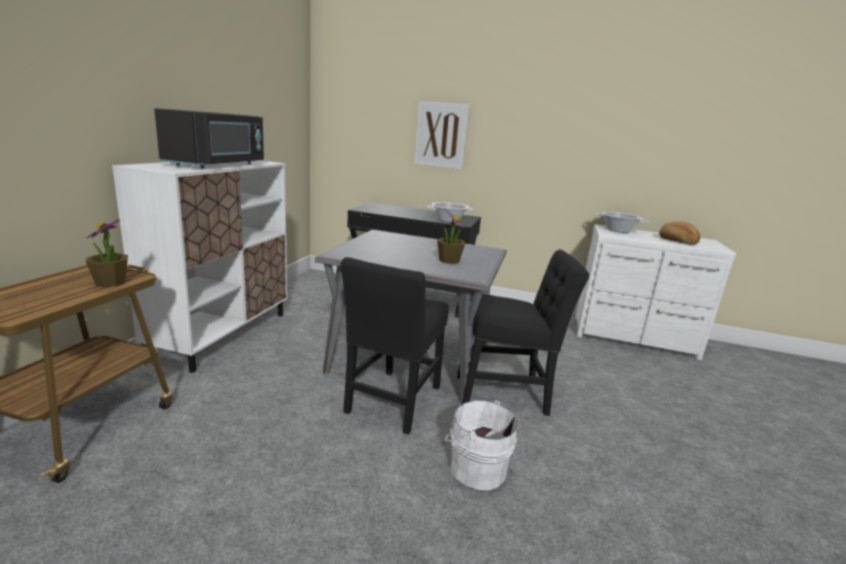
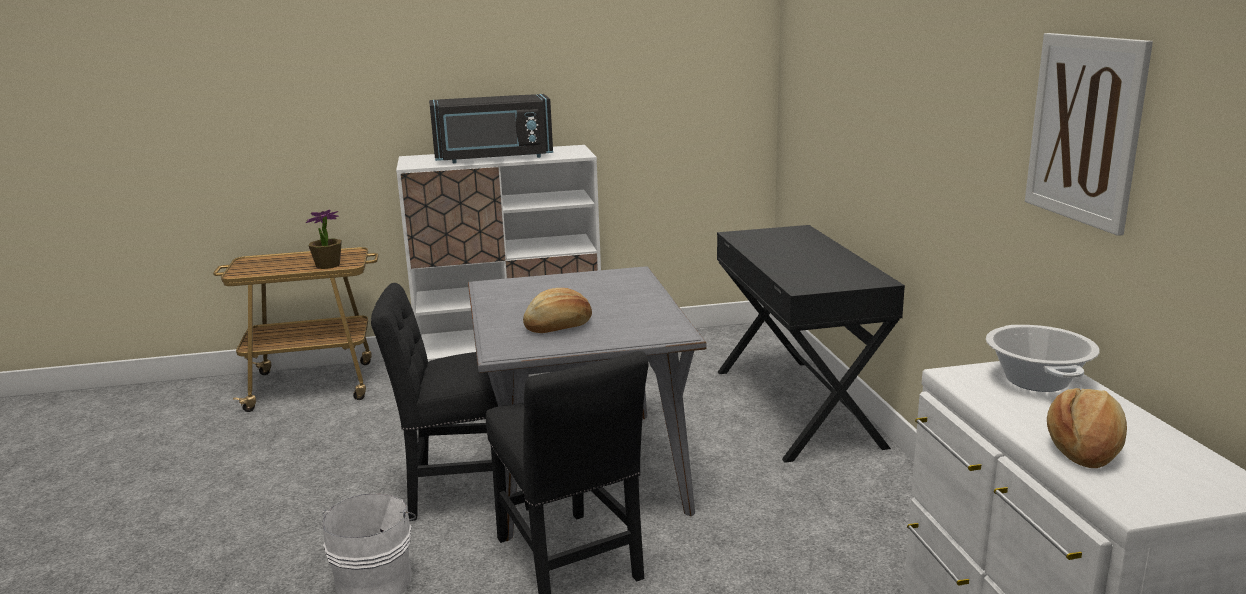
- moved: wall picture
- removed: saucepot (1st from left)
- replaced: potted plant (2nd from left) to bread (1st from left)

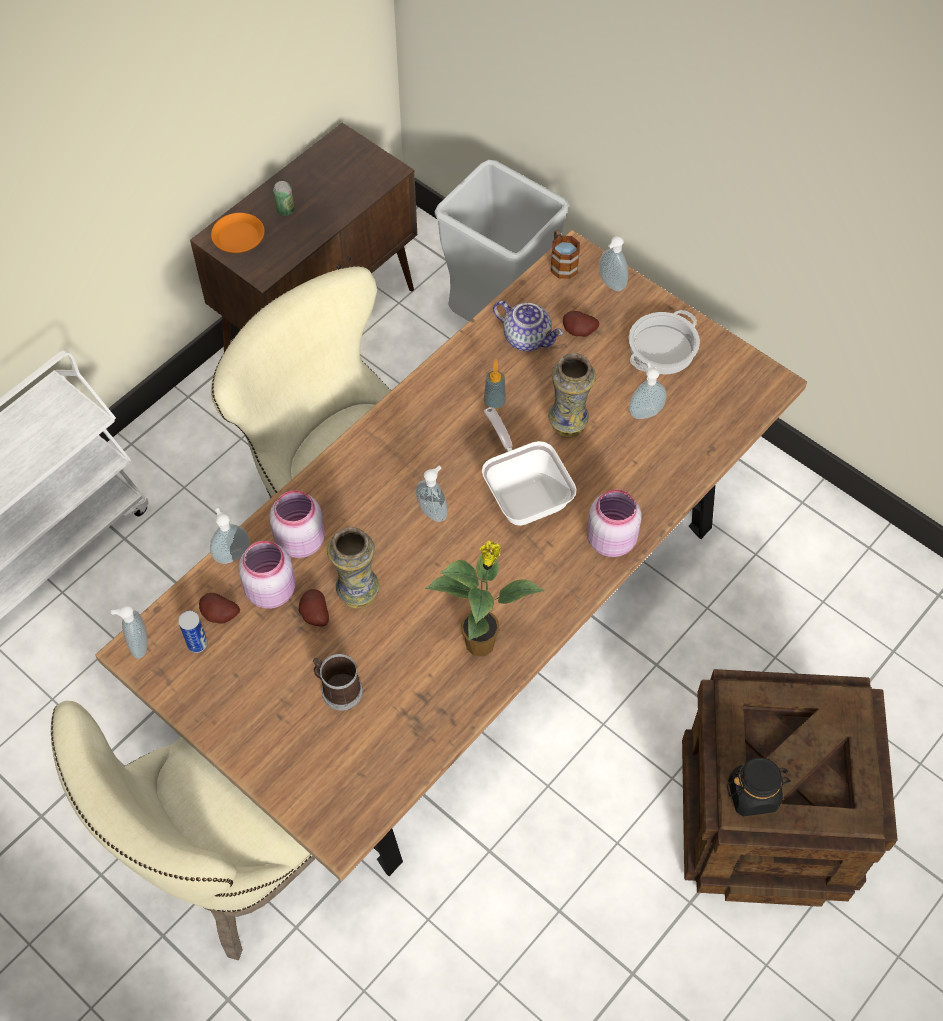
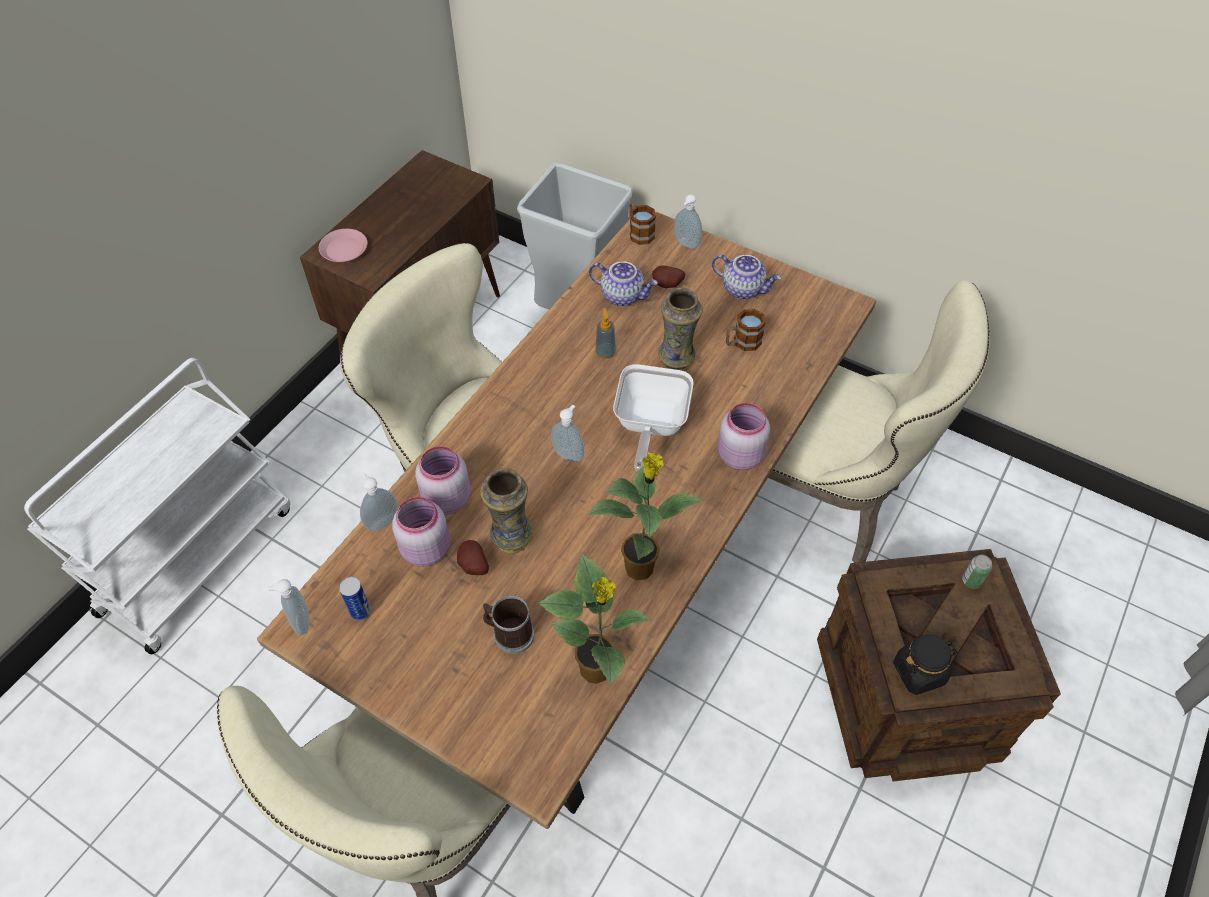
- removed: potato (1st from left)
- recoloured: orange-coloured plate to pinkish plate
- moved: sealed can (2nd from left)
- turned: pan 135 degrees counterclockwise
- replaced: saucepot to tea pot (2nd from left)
- replaced: soap bottle (6th from left) to coffee mug (3rd from left)
- added: potted plant (1st from left)
- added: beige chair (3rd from left)

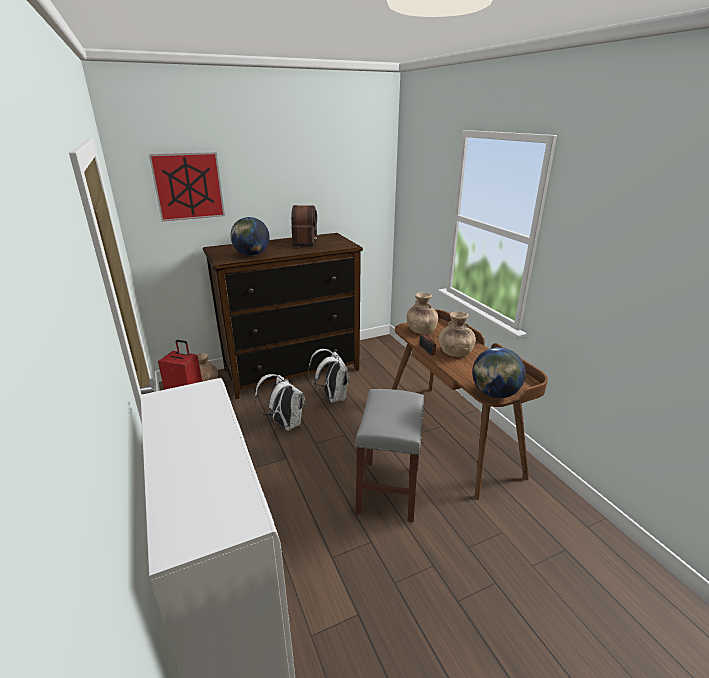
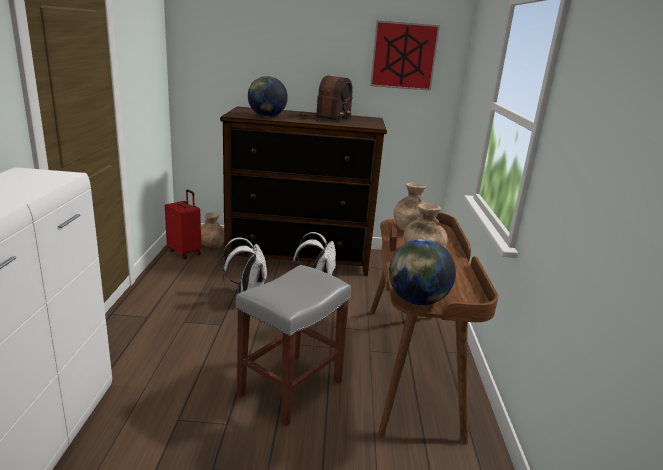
- moved: wall picture

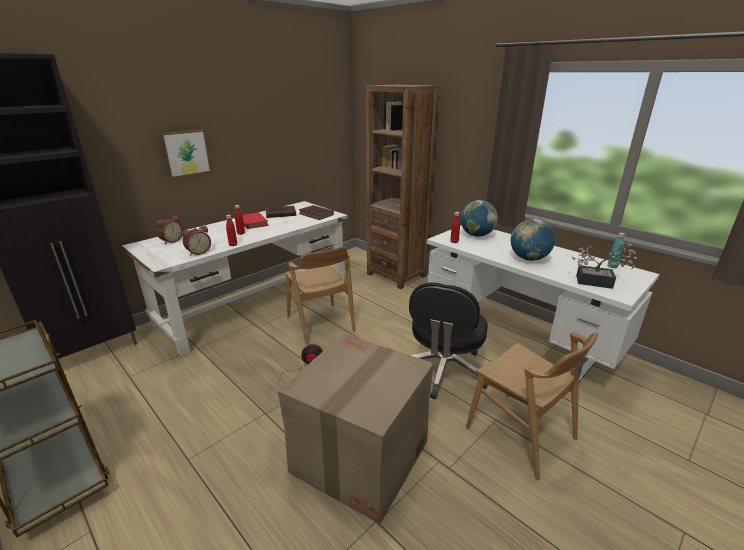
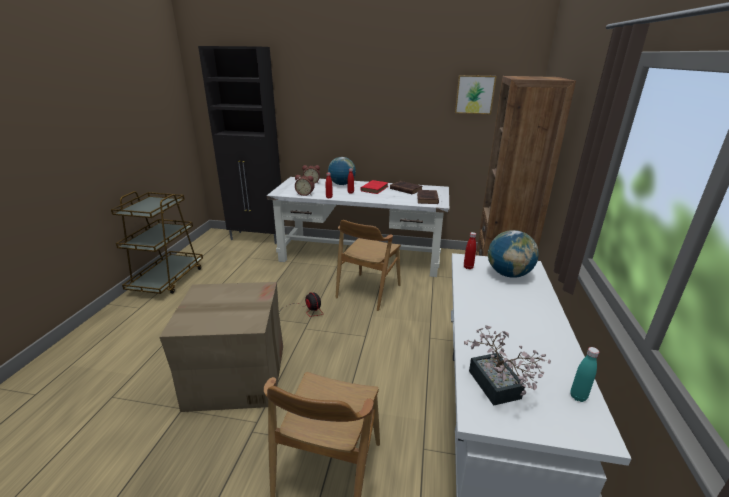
- moved: wall picture
- removed: black desk chair
- moved: globe (2nd from left in the first image) to globe (1st from left)

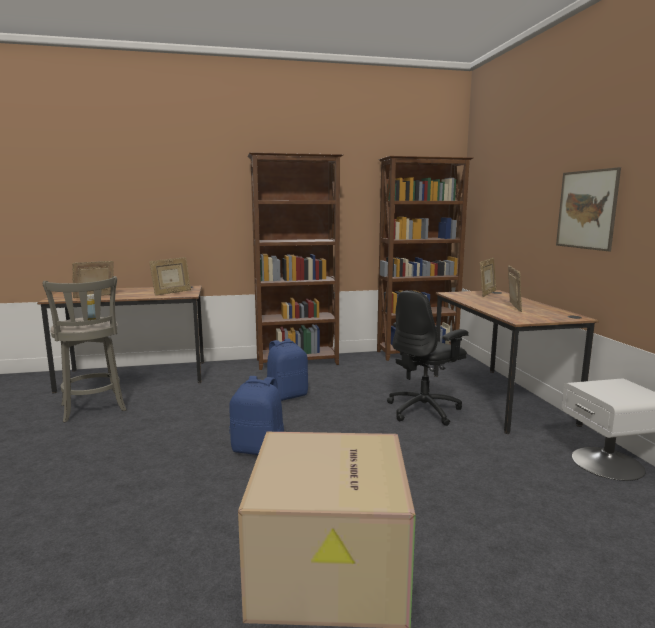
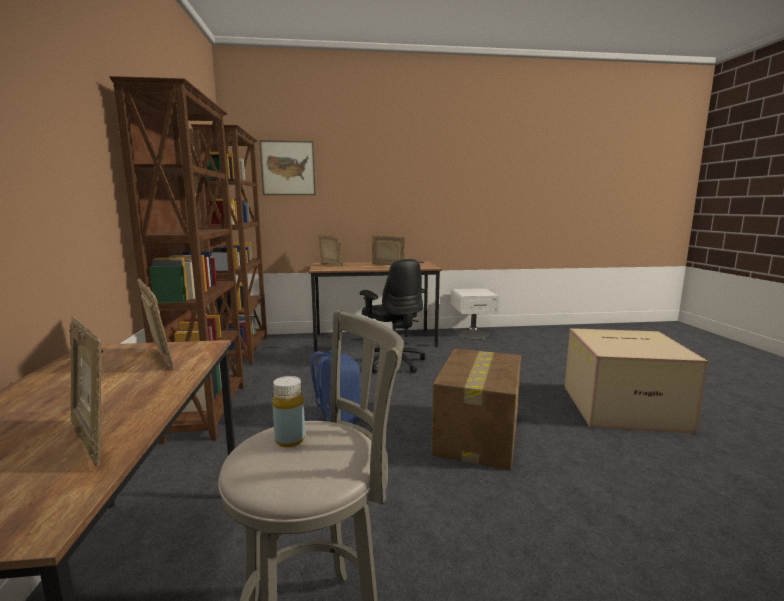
- replaced: blue knapsack (1st from left) to carton (1st from left)
- moved: wall picture

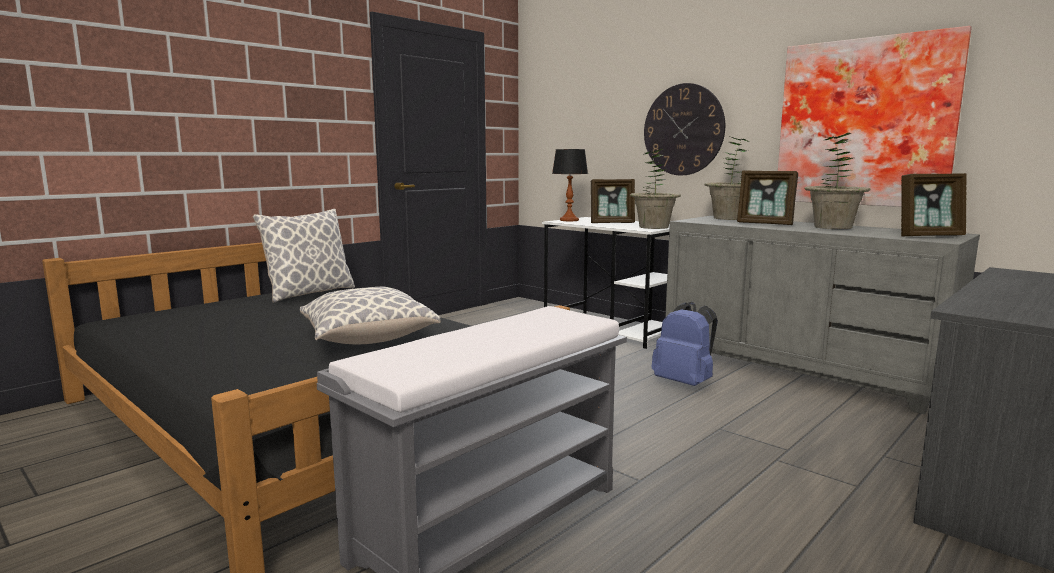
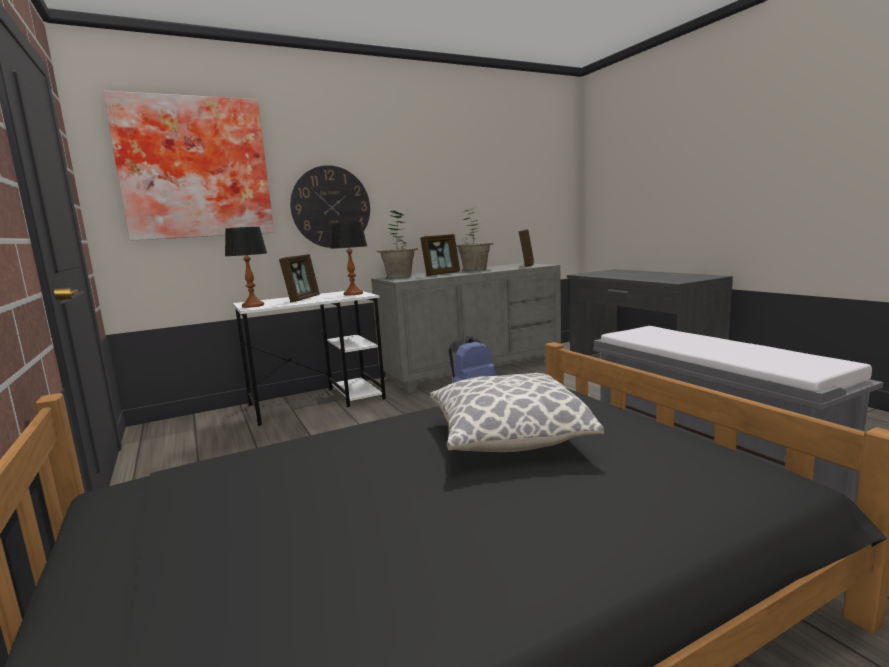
- removed: pillow (1st from left)
- replaced: potted plant (1st from left) to tabletop lamp (2nd from left)
- moved: wall picture

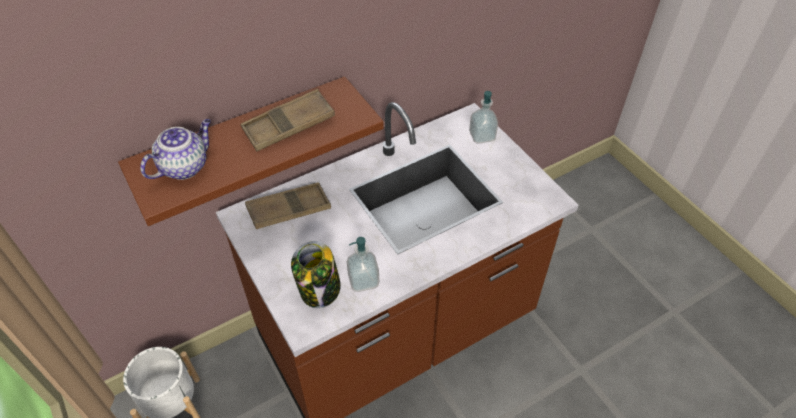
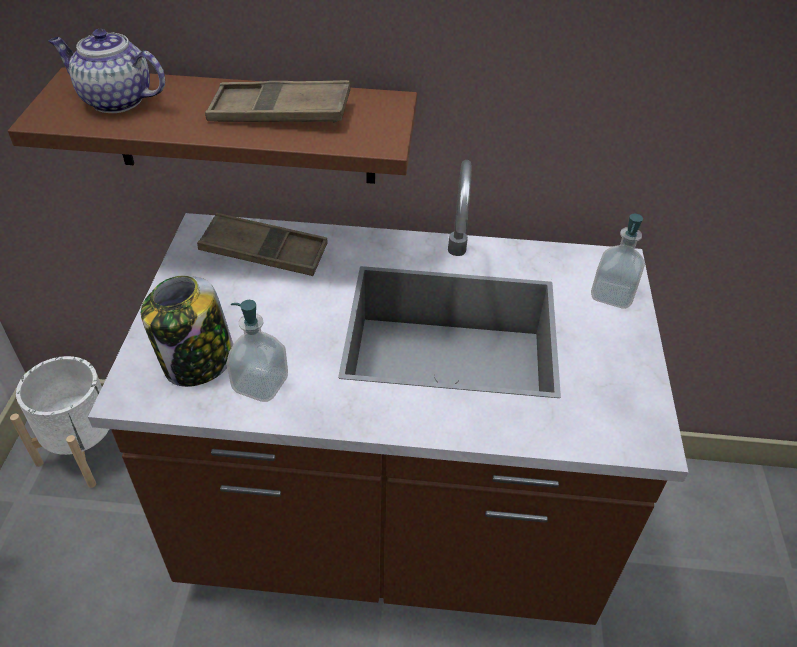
- turned: tea pot 150 degrees counterclockwise

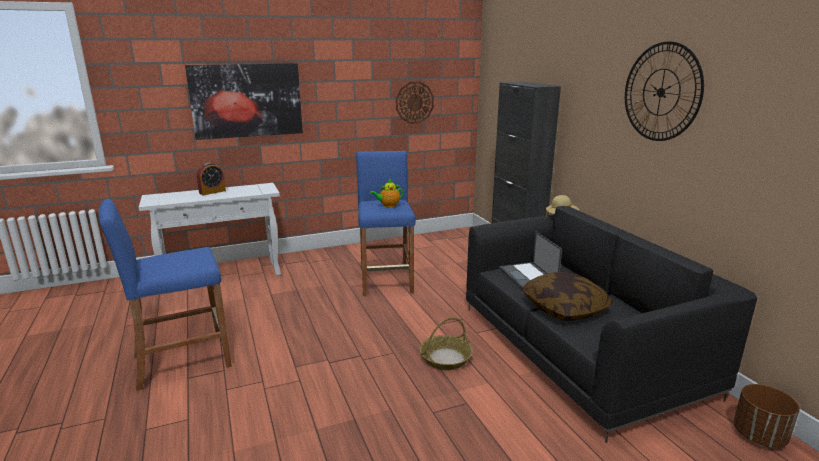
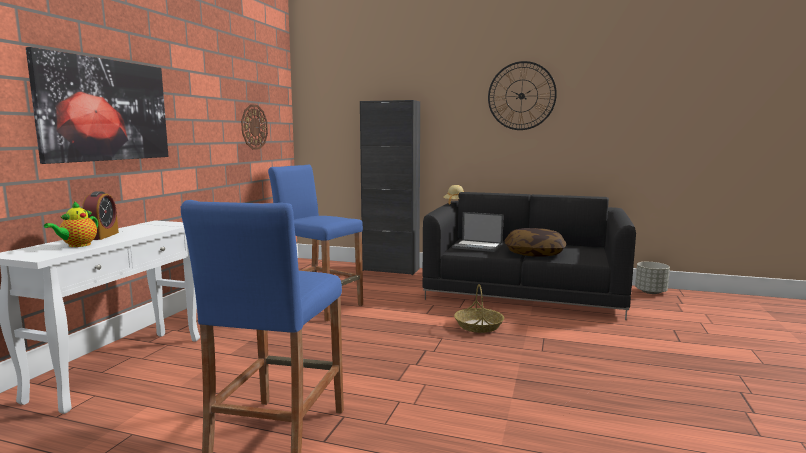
- moved: tea pot
- recoloured: brown planter to gray planter

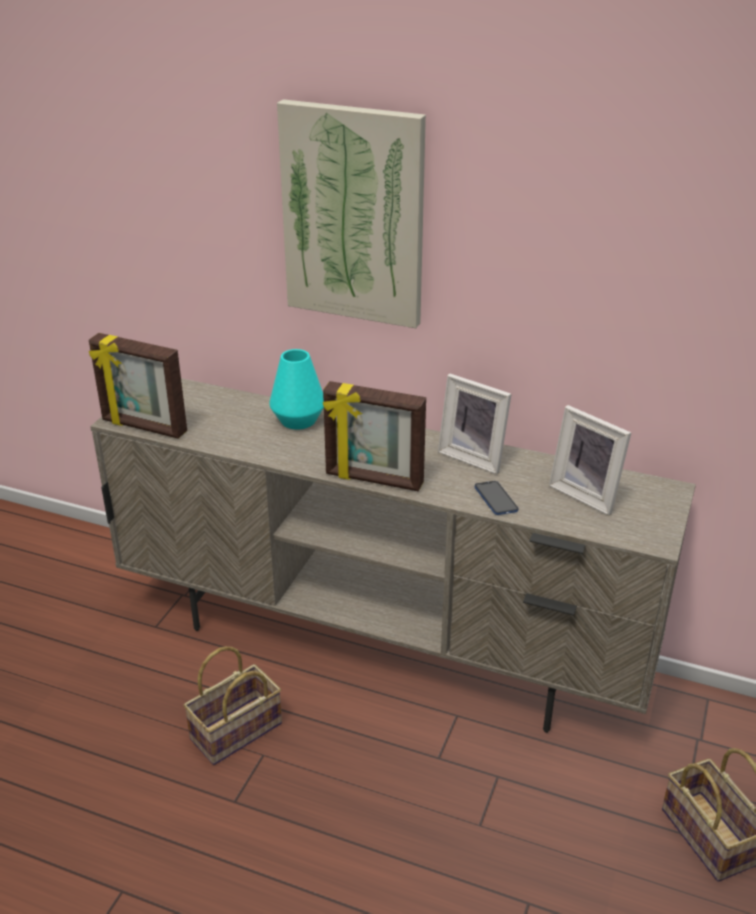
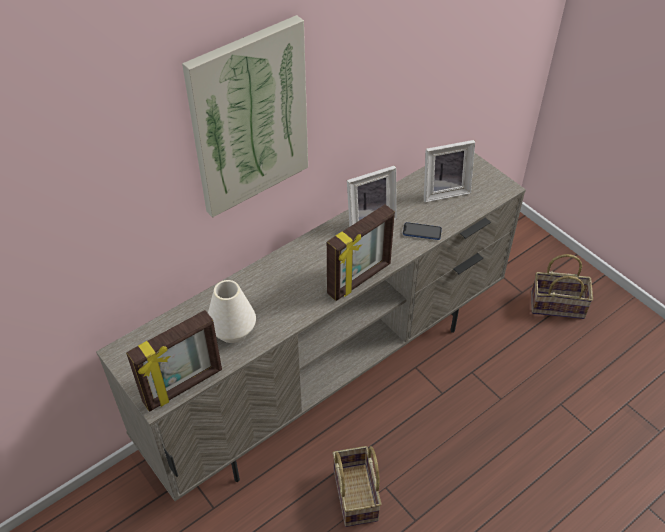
- removed: blue-green vase
- added: whitish vase

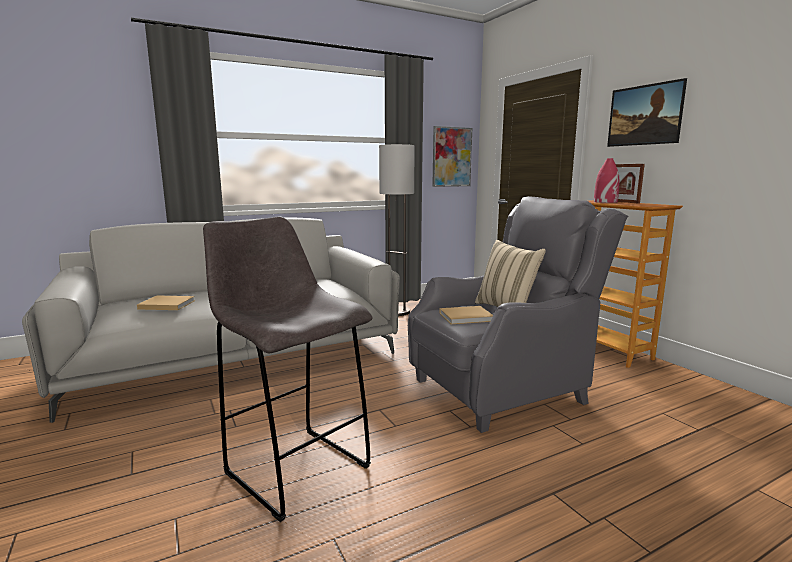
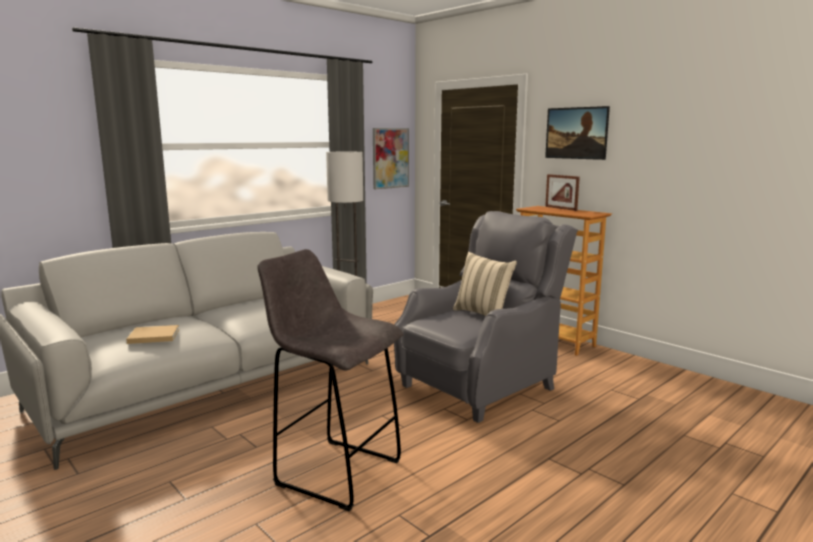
- removed: beige book (2nd from left)
- removed: reddish vase

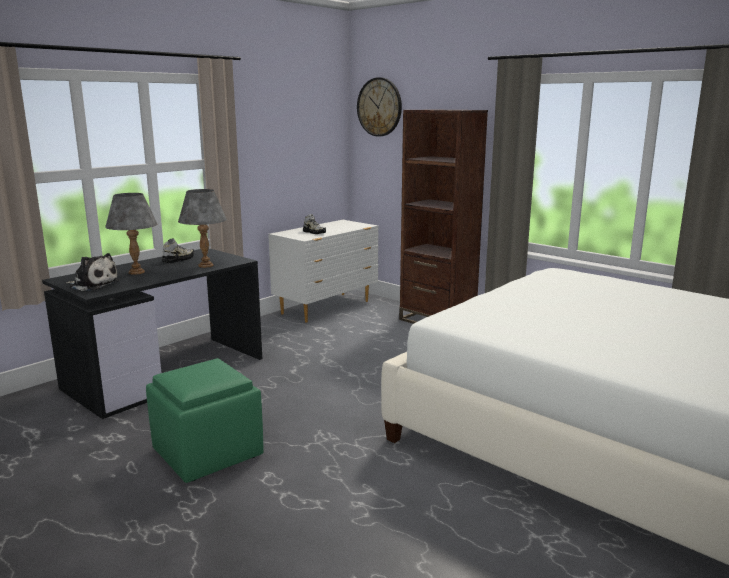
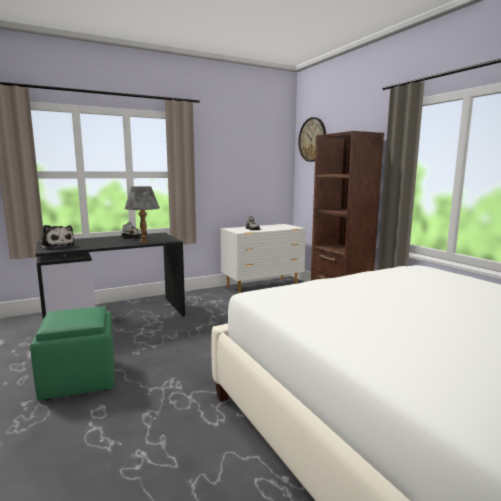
- removed: gray tabletop lamp (1st from left)

